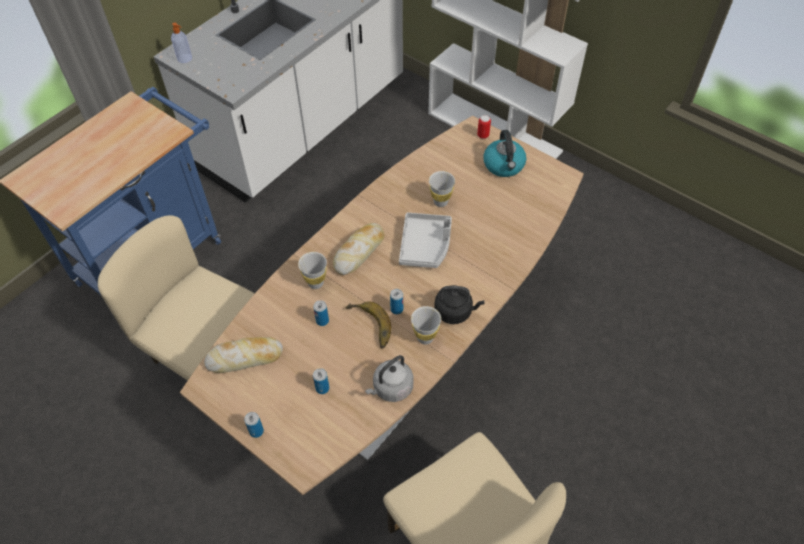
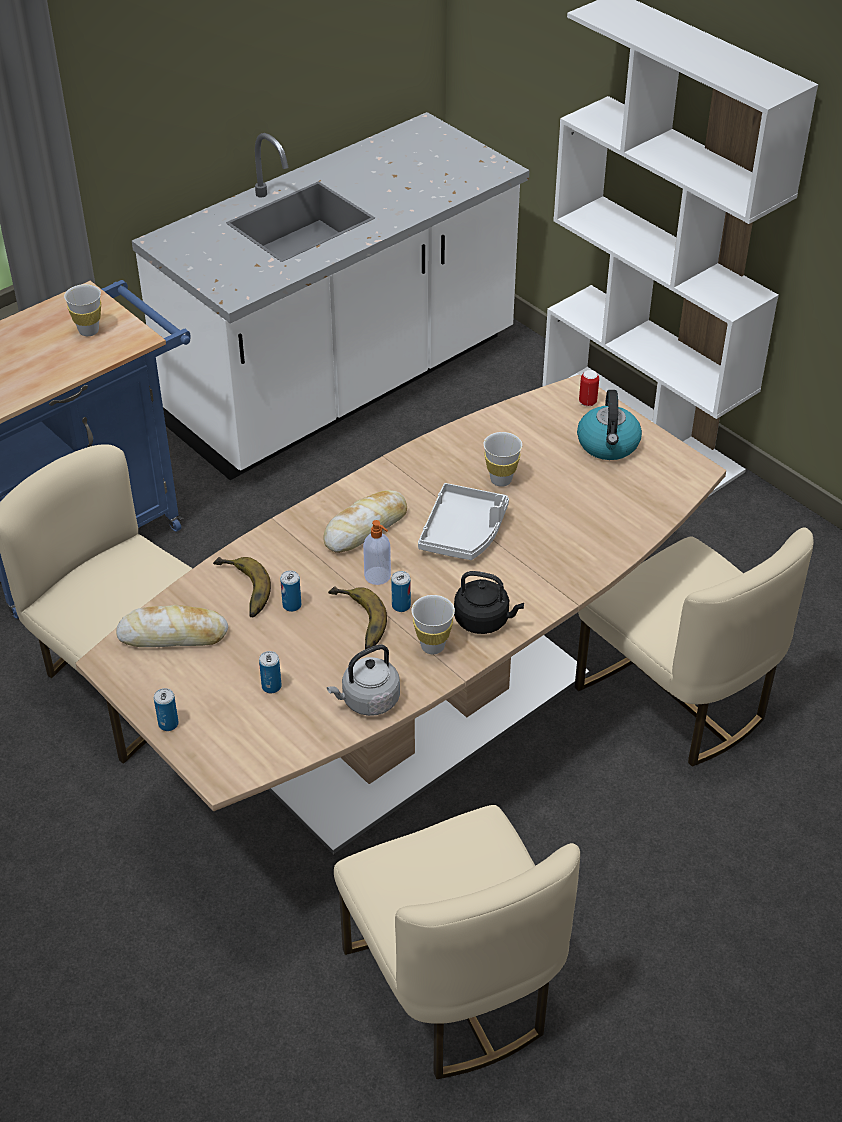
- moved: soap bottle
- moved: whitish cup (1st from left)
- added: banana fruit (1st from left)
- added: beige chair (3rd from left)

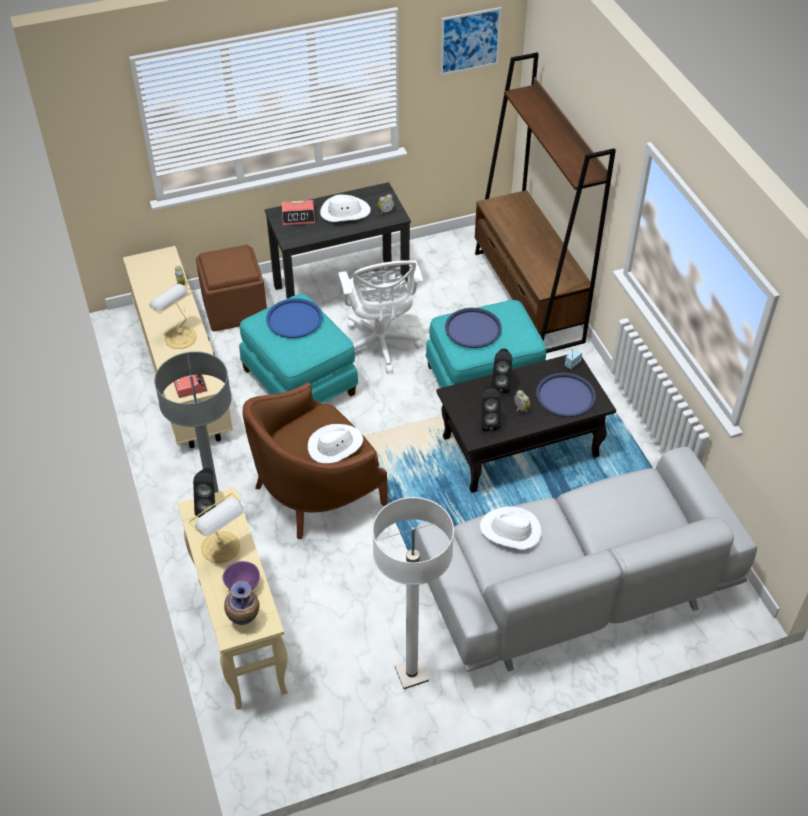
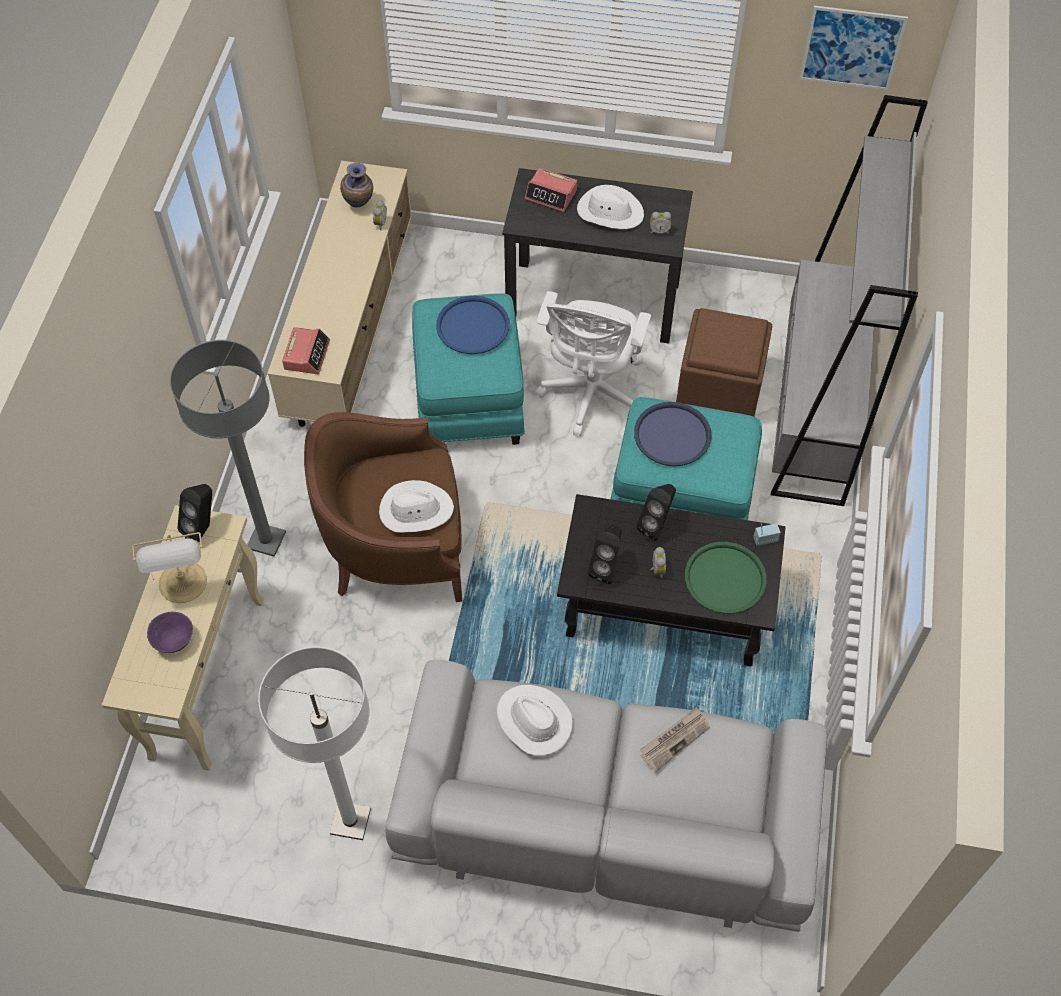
- removed: tabletop lamp (1st from left)
- moved: brown footrest
- moved: vase
- recoloured: brown bookshelf to gray bookshelf
- recoloured: blue tray (3rd from left) to greenish tray
- added: daily paper

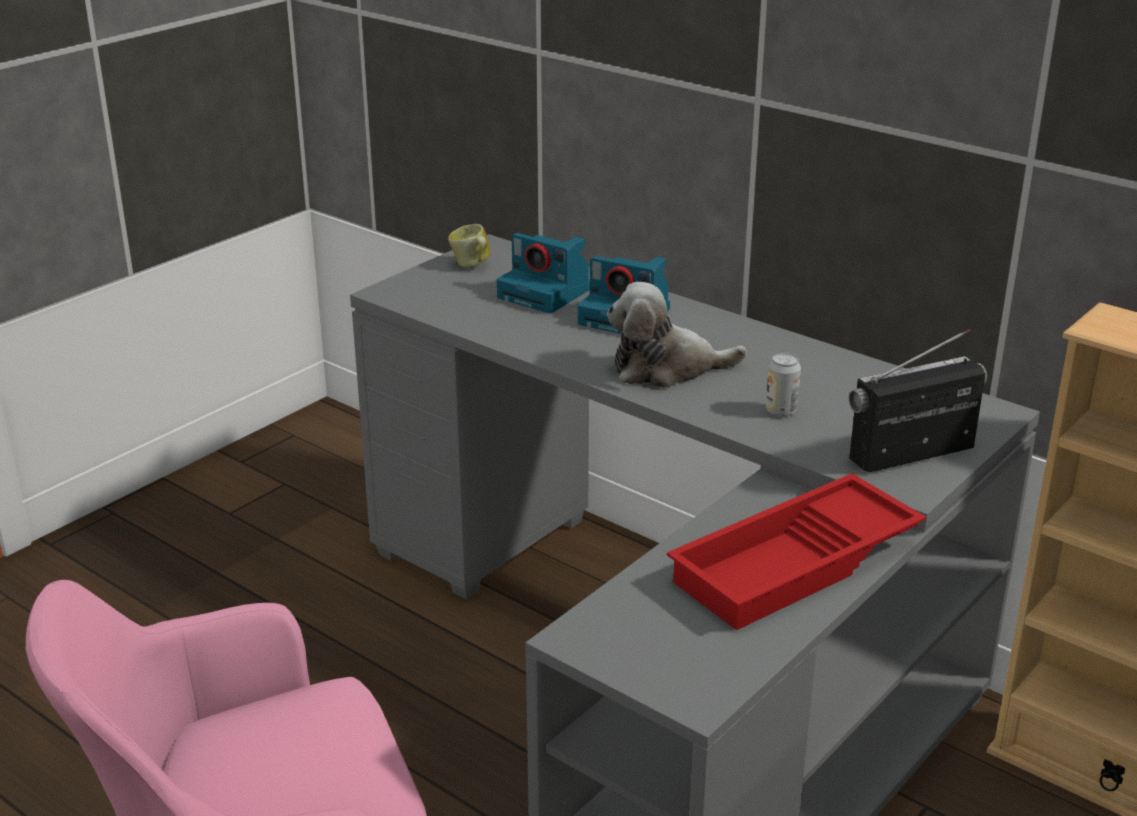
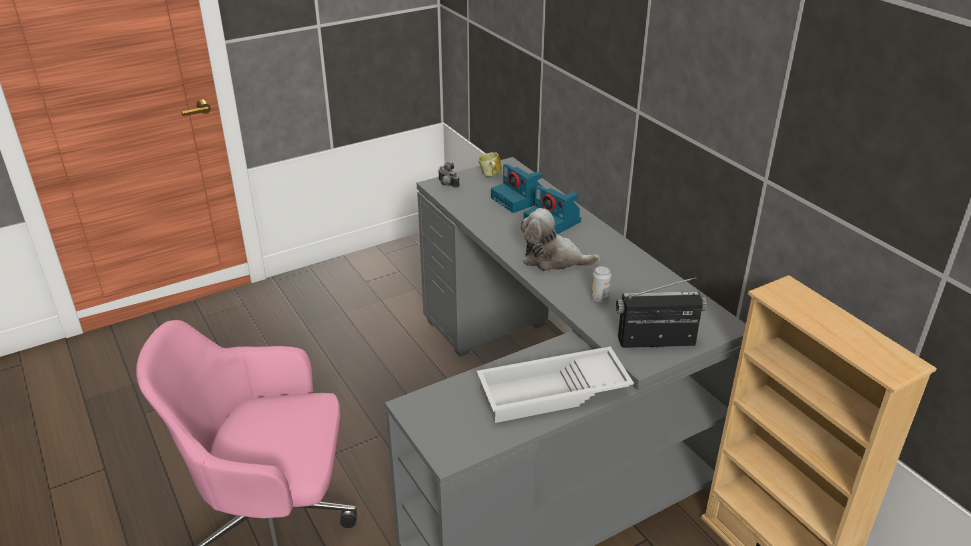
- recoloured: reddish tray to whitish tray
- added: photo camera (1st from left)

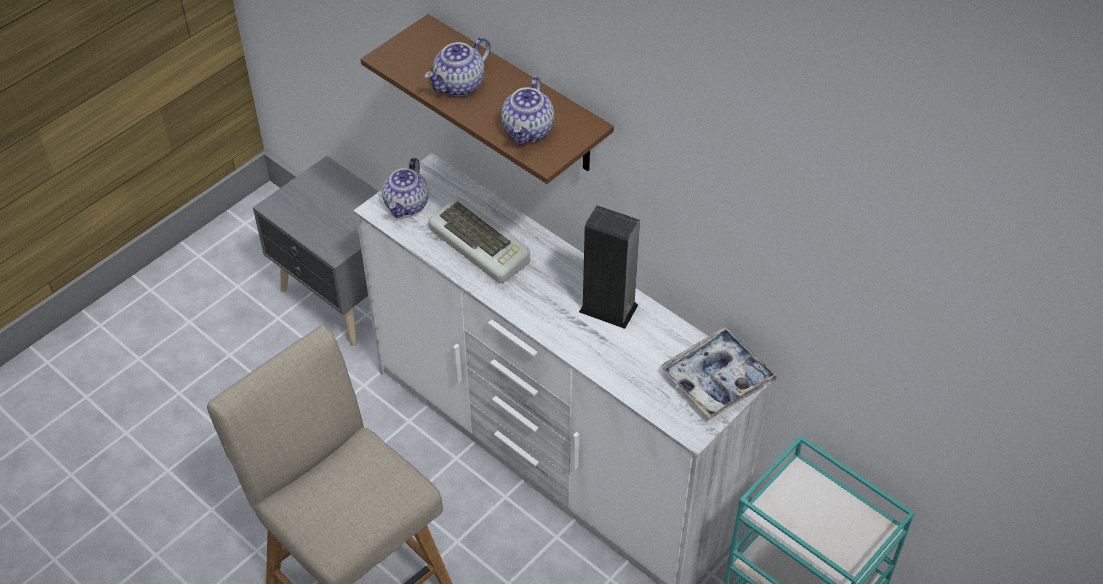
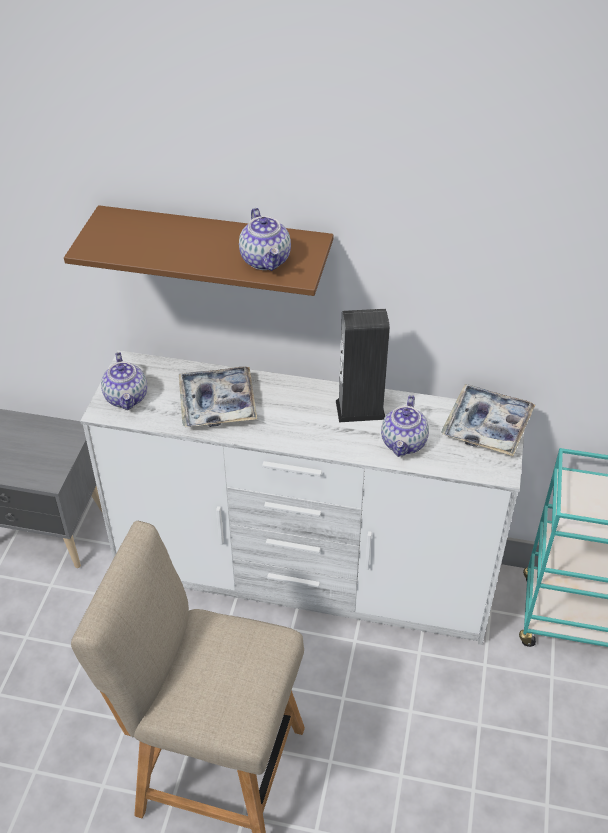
- moved: tea pot (2nd from left in the first image) to tea pot (3rd from left)
- replaced: computer keyboard to tray (1st from left)

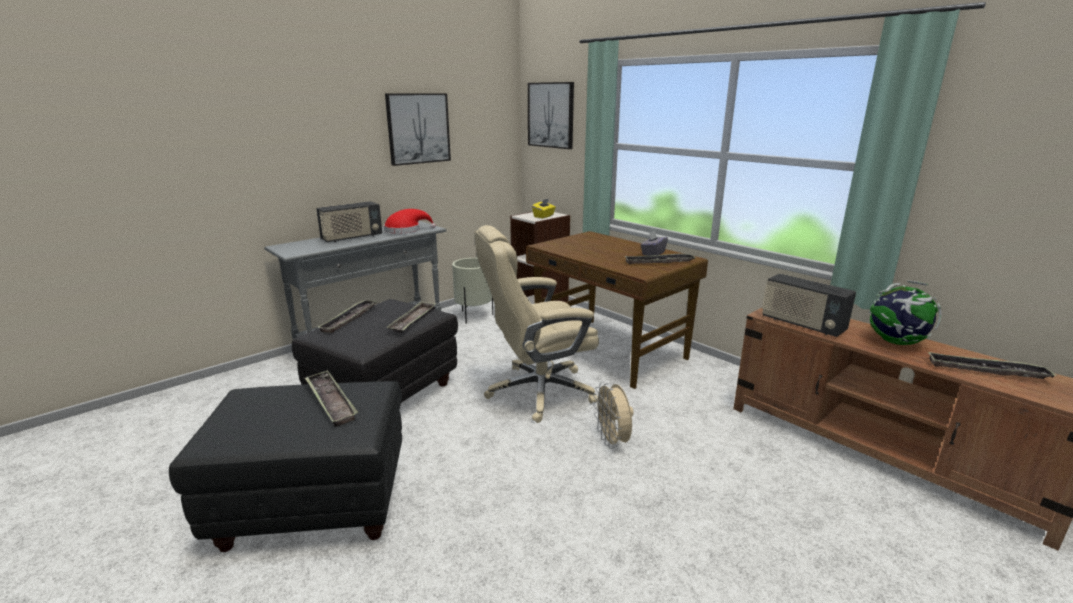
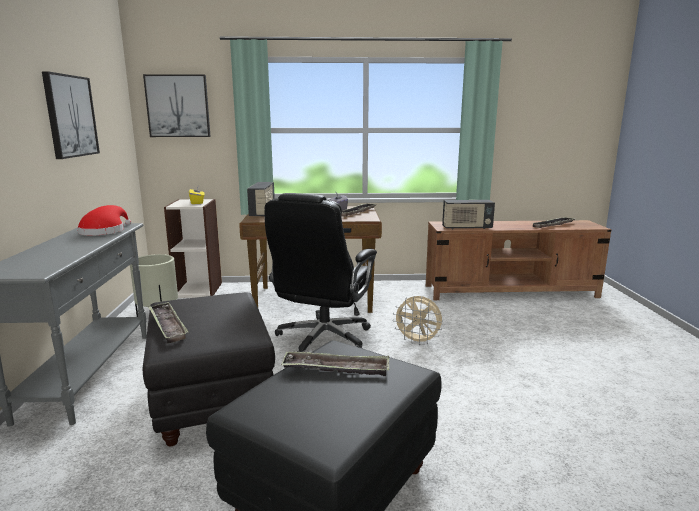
- moved: radio receiver (1st from left)
- removed: tray (3rd from left)
- recoloured: beige desk chair to black desk chair
- removed: globe

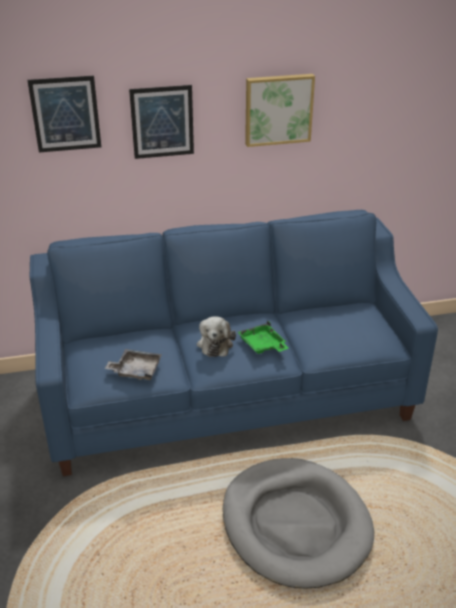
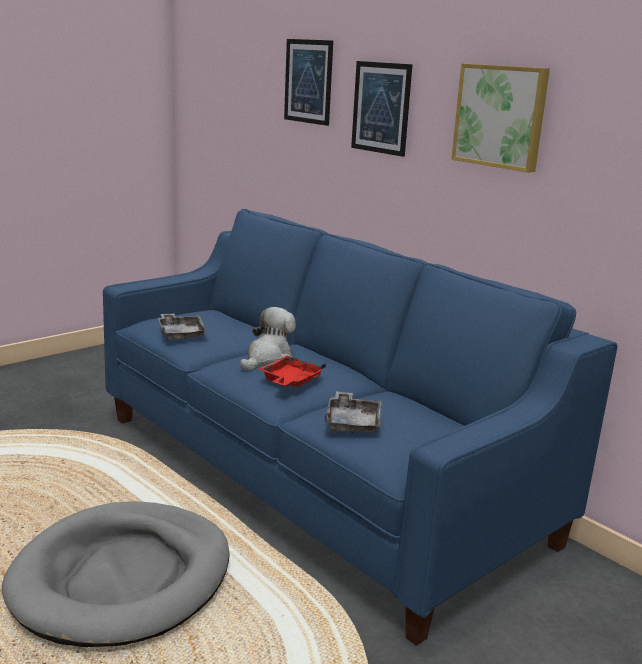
- turned: soft toy 150 degrees clockwise
- recoloured: greenish tray to reddish tray
- added: gray tray (2nd from left)

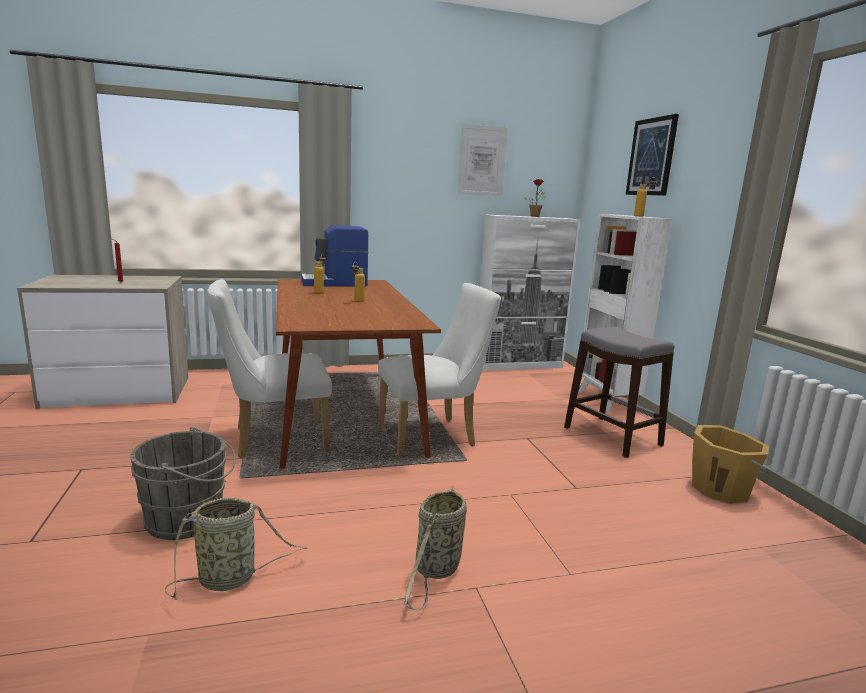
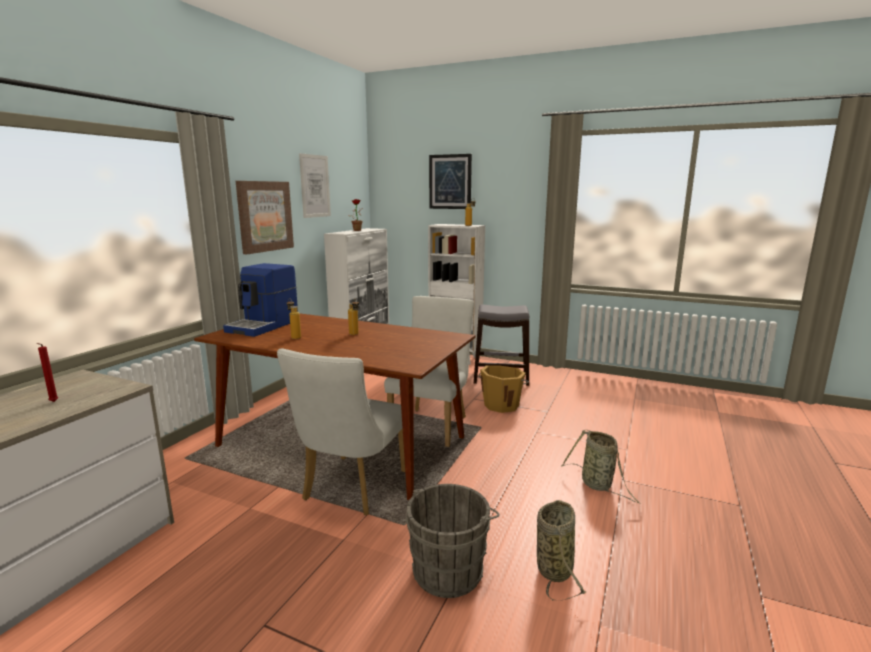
- moved: orange-coloured bucket
- added: wall picture (1st from left)

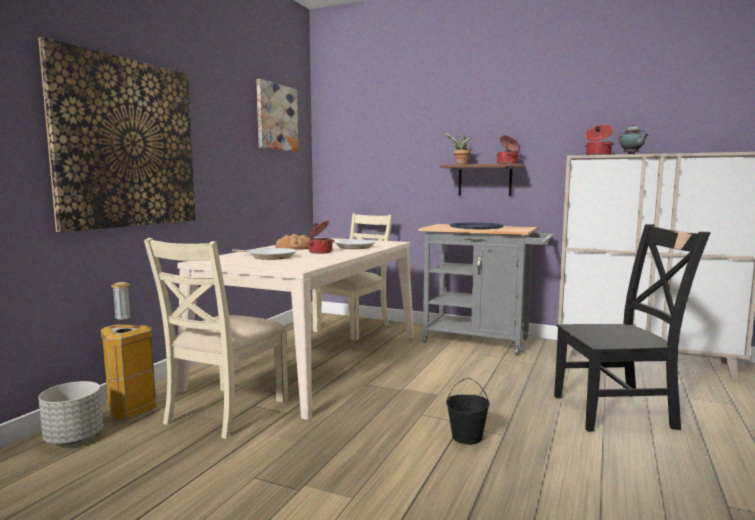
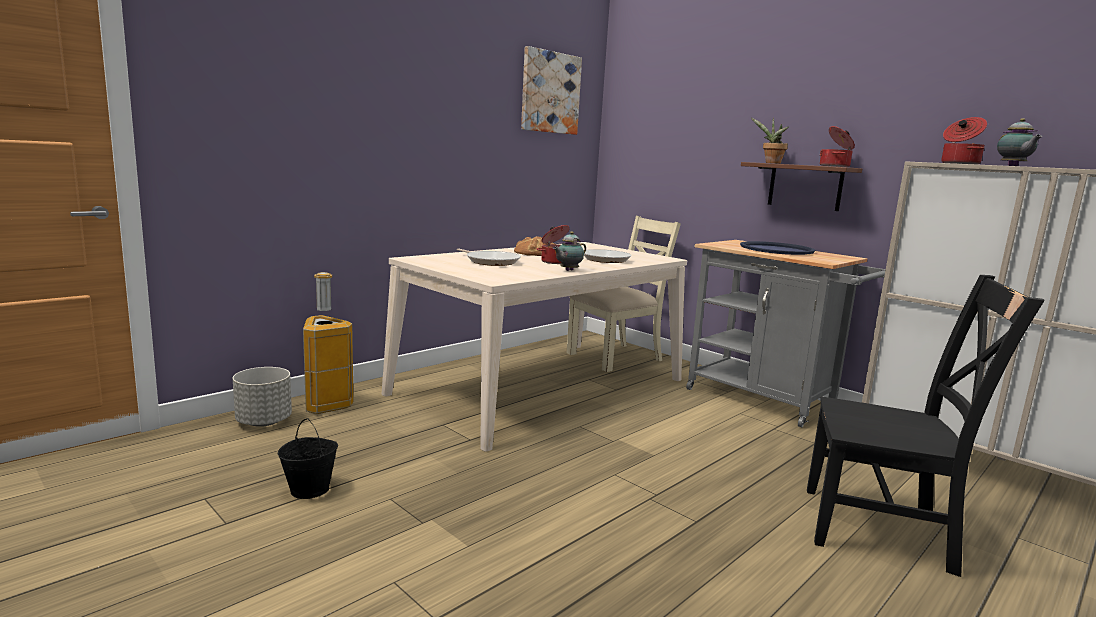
- removed: wall picture (1st from left)
- removed: beige chair (1st from left)
- moved: black bucket
- added: tea pot (1st from left)

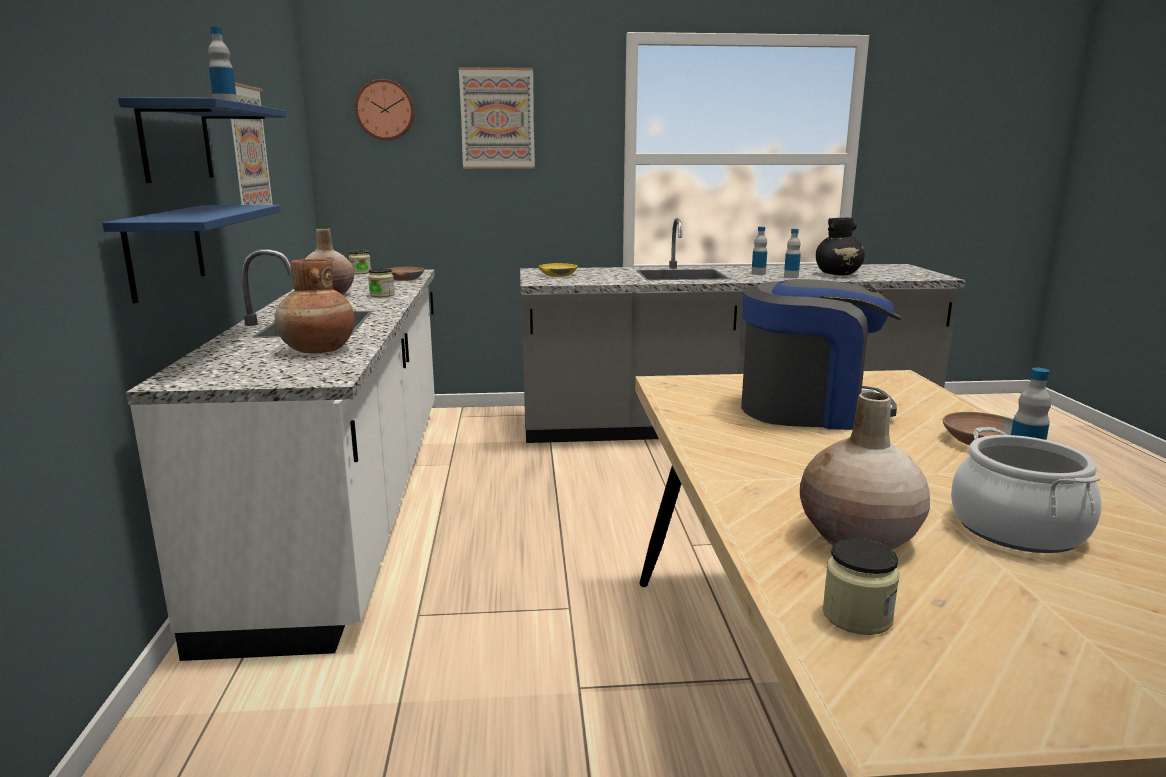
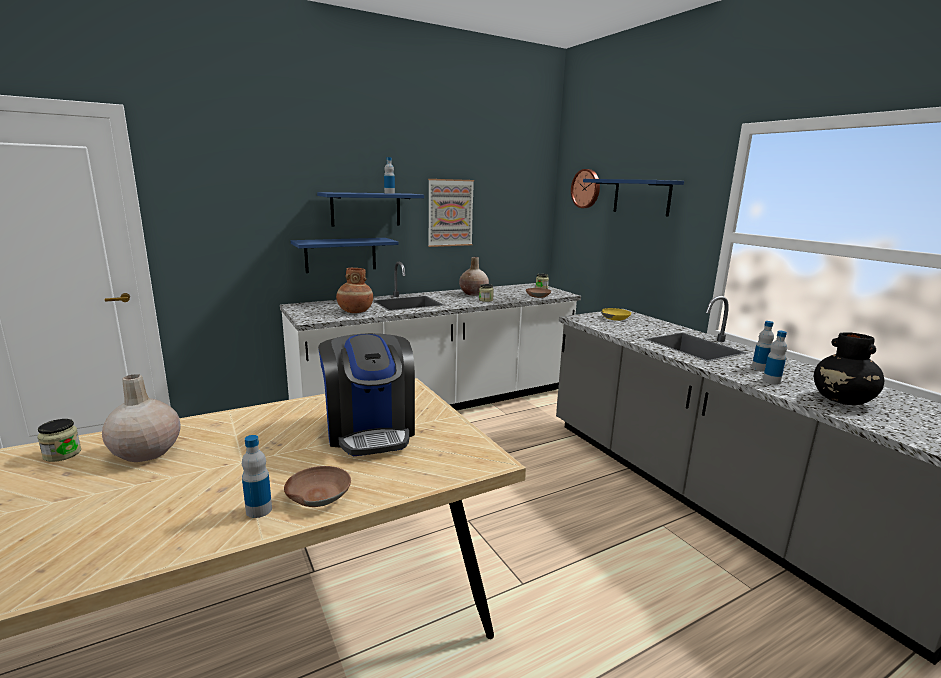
- replaced: wall picture (2nd from left) to blue bracket shelf (3rd from left)
- removed: saucepot

